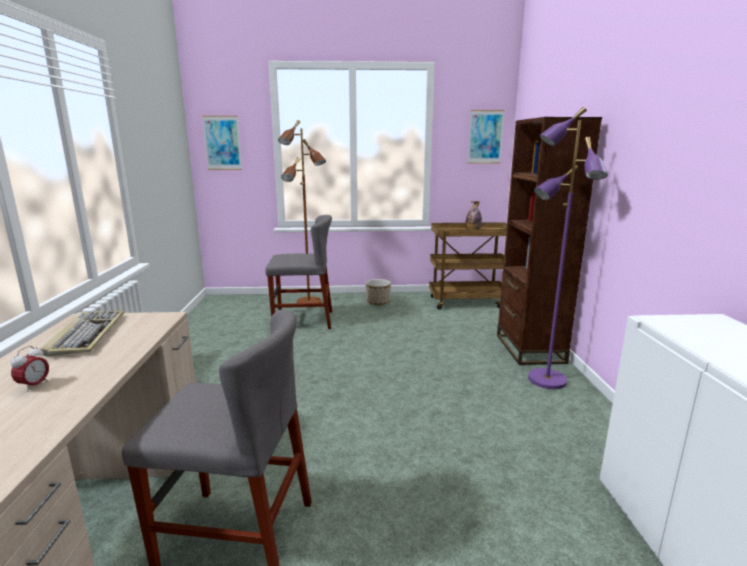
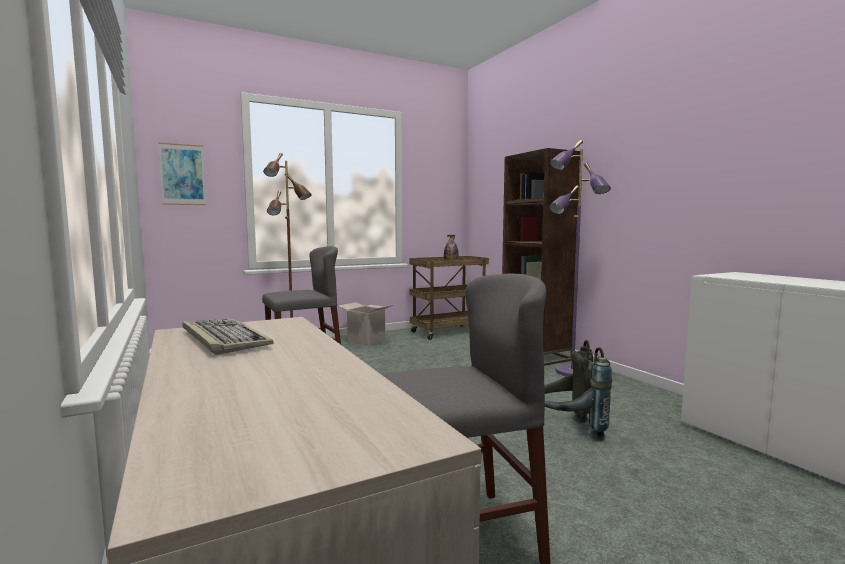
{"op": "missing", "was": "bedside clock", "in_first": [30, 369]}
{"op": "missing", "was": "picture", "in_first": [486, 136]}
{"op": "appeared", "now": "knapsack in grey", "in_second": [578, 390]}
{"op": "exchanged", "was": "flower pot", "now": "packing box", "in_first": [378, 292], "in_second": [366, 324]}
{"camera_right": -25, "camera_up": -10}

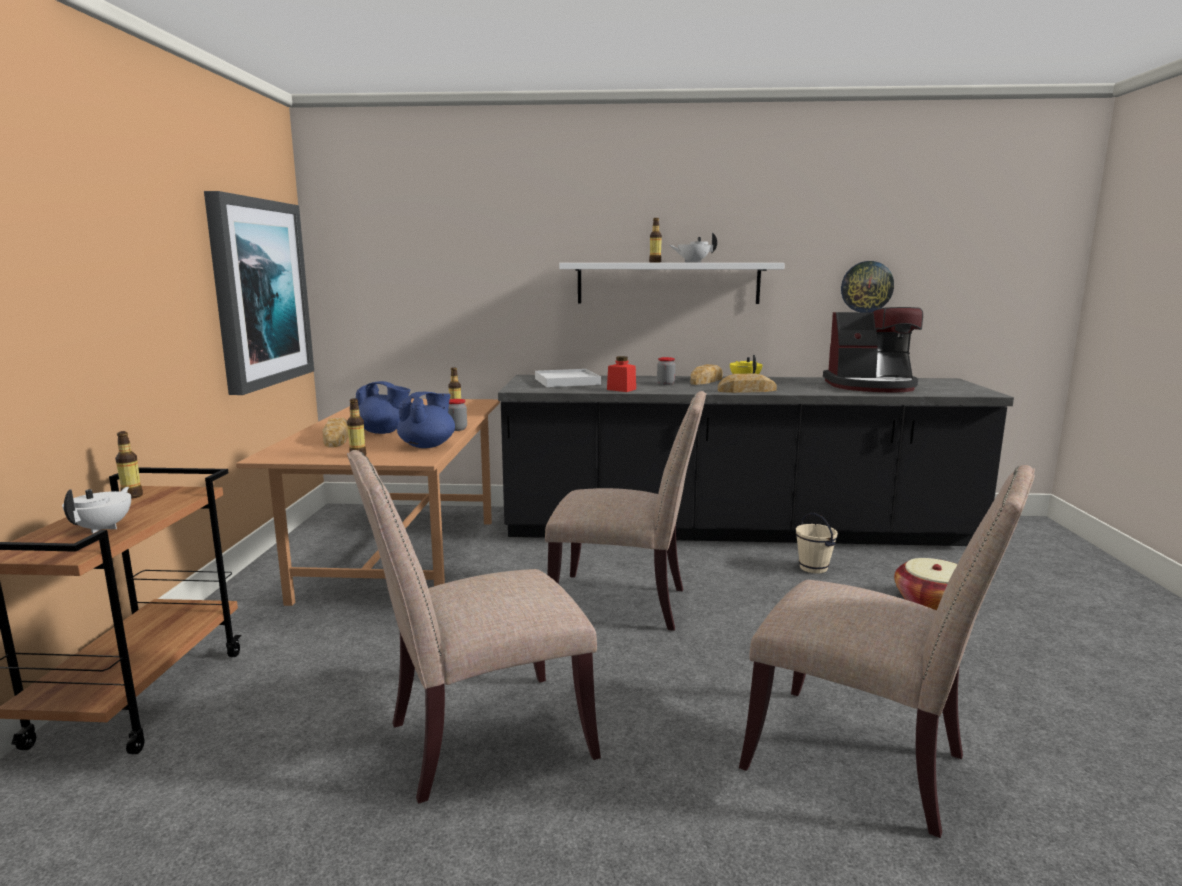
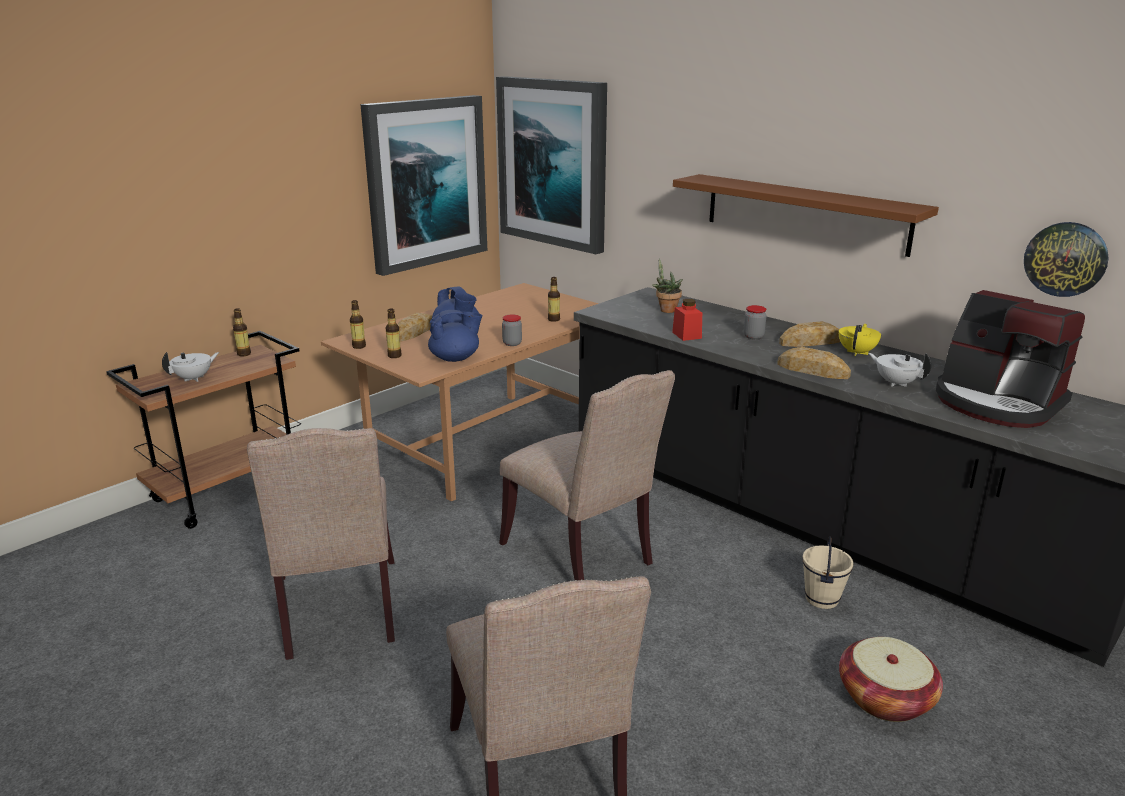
{"op": "appeared", "now": "picture", "in_second": [551, 165]}
{"op": "relocated", "was": "bottle", "in_first": [655, 240], "in_second": [358, 324]}
{"op": "relocated", "was": "tea pot in white-coloured", "in_first": [693, 248], "in_second": [900, 370]}
{"op": "exchanged", "was": "tray in white-coloured", "now": "plant in a pot", "in_first": [568, 378], "in_second": [667, 285]}
{"op": "colour", "was": "shelf in white-coloured", "now": "shelf in brown", "in_first": [672, 283], "in_second": [806, 215]}
{"op": "spun", "was": "plain chair in sand-coloured", "in_first": [474, 627], "in_second": [321, 544], "clockwise": -120}
{"camera_right": 40, "camera_up": 10}

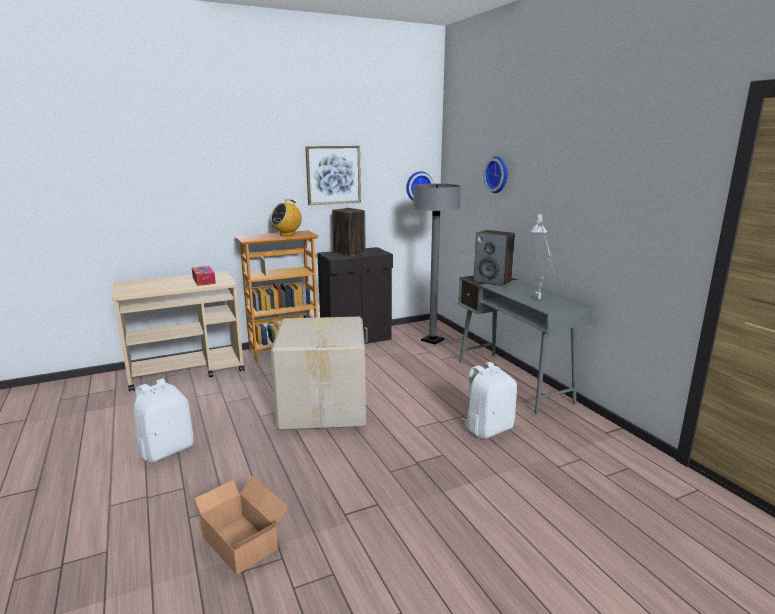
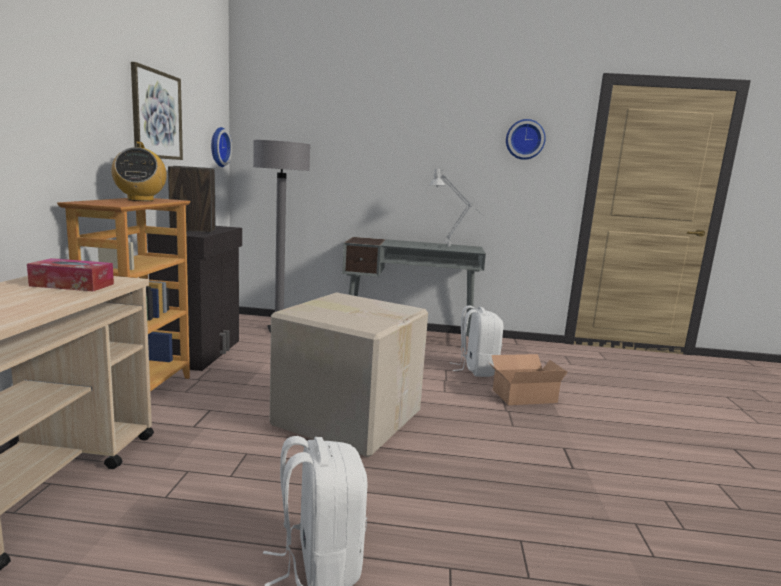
{"op": "missing", "was": "audio speaker", "in_first": [494, 258]}
{"op": "relocated", "was": "packing box", "in_first": [238, 525], "in_second": [528, 379]}
{"op": "relocated", "was": "clock on the wall", "in_first": [495, 174], "in_second": [526, 139]}
{"camera_right": -60, "camera_up": -5}

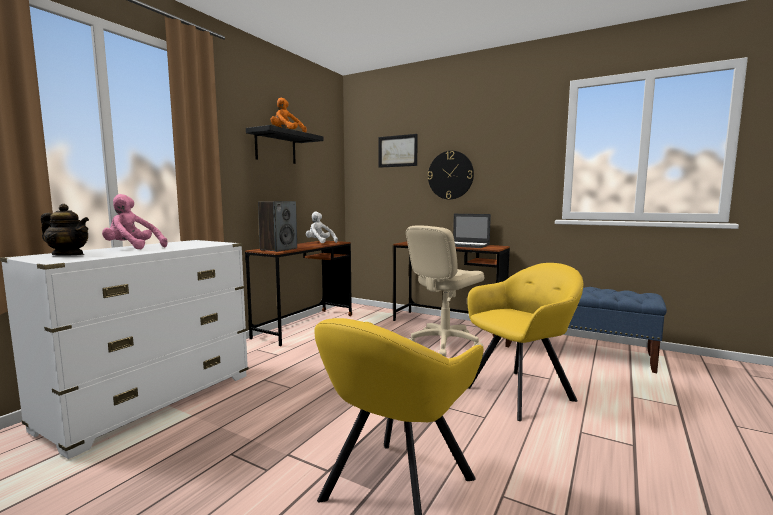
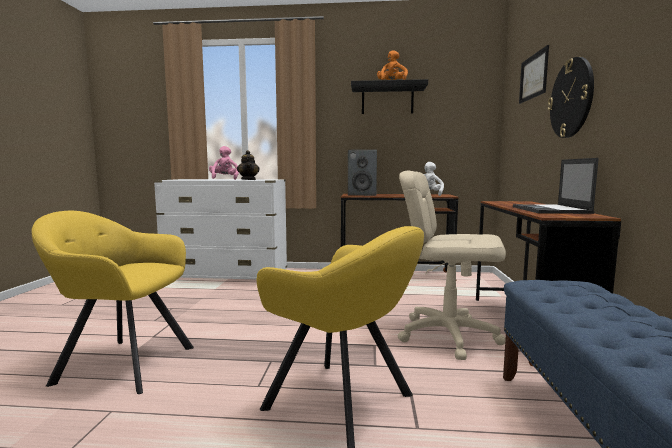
{"op": "relocated", "was": "tea pot", "in_first": [65, 229], "in_second": [248, 165]}
{"camera_right": 65, "camera_up": 0}

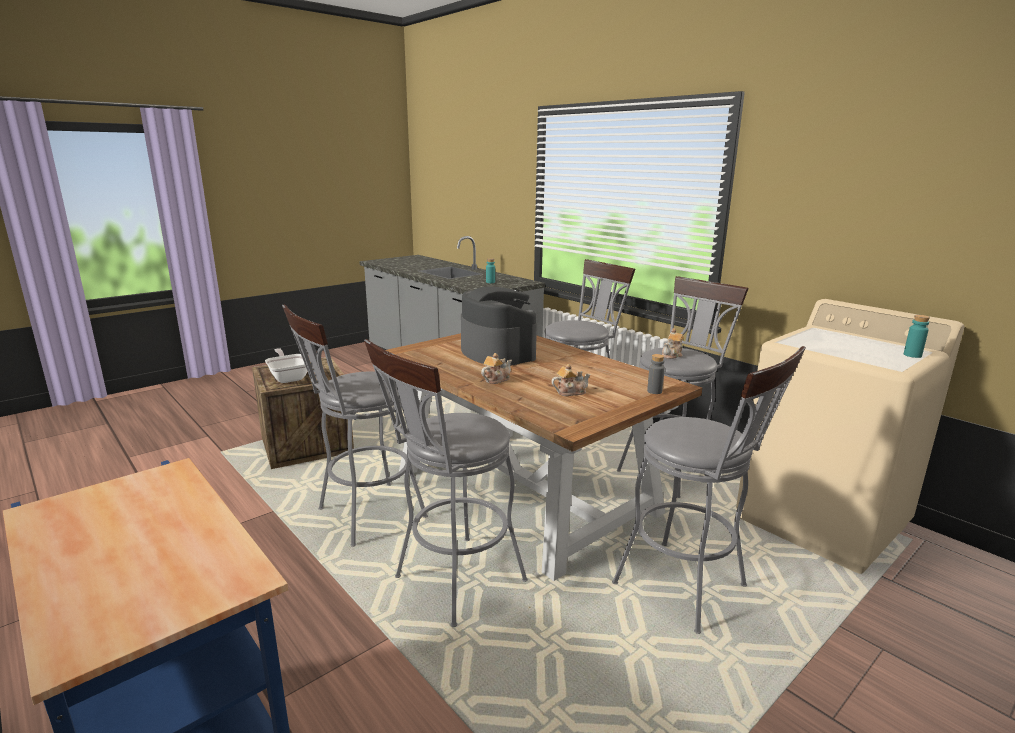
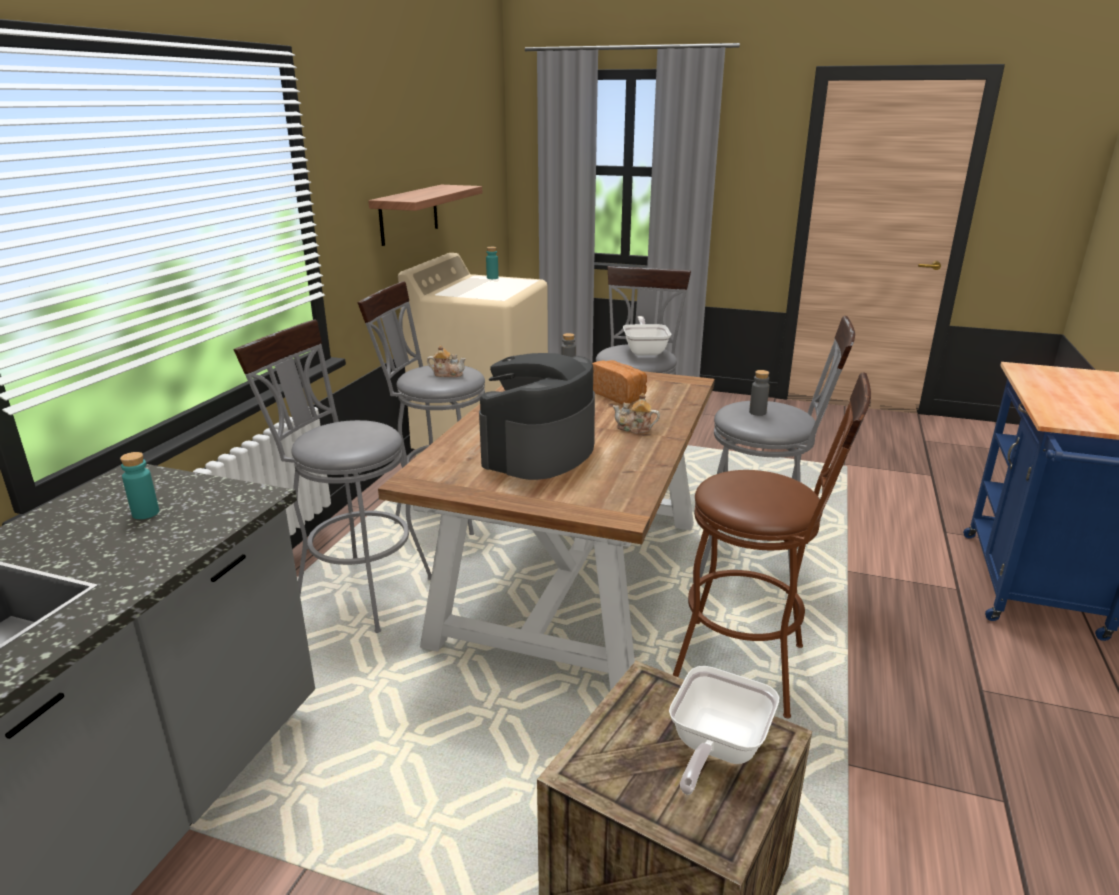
{"op": "appeared", "now": "shelf", "in_second": [425, 215]}
{"op": "appeared", "now": "pan", "in_second": [647, 335]}
{"op": "appeared", "now": "bottle in grey", "in_second": [759, 393]}
{"op": "exchanged", "was": "tea pot", "now": "bread", "in_first": [571, 380], "in_second": [619, 382]}
{"op": "colour", "was": "sitting stool in grey", "now": "sitting stool in brown", "in_first": [355, 426], "in_second": [772, 545]}
{"camera_right": -120, "camera_up": 5}

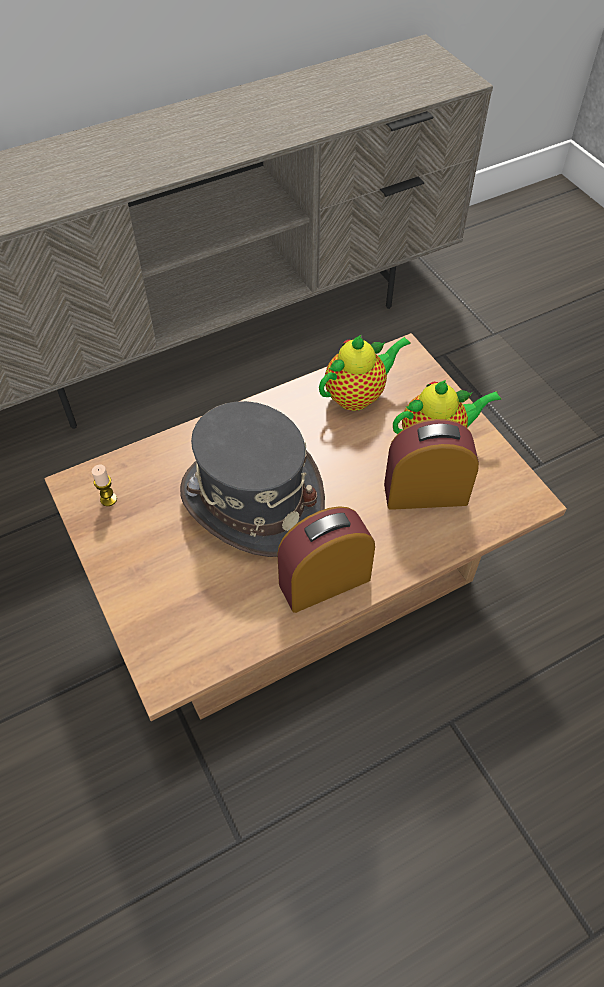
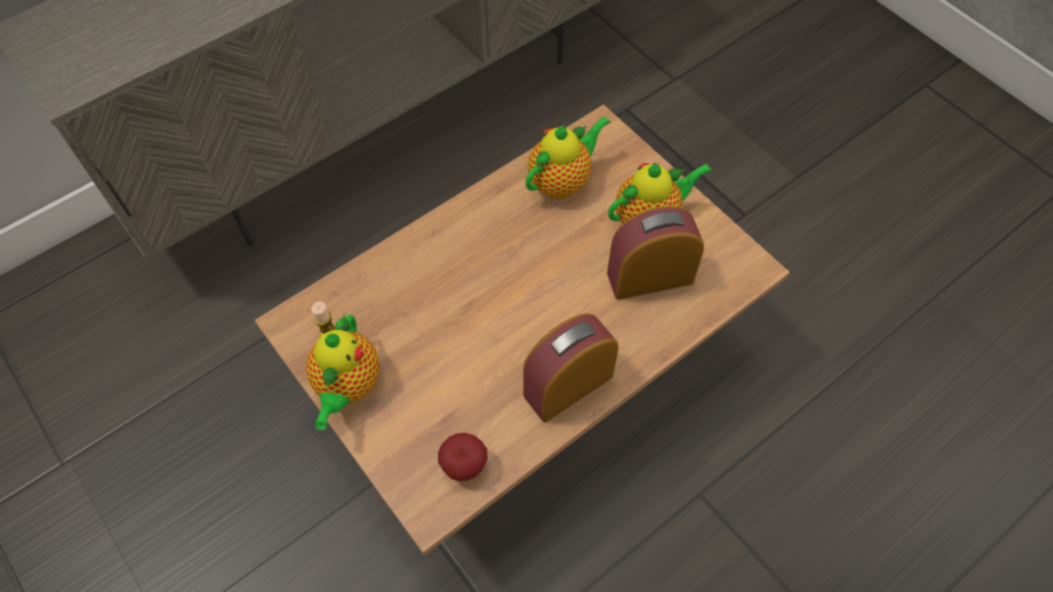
{"op": "missing", "was": "hat in grey", "in_first": [252, 479]}
{"op": "appeared", "now": "tea pot", "in_second": [342, 371]}
{"op": "appeared", "now": "apple", "in_second": [462, 457]}
{"camera_right": -10, "camera_up": 5}

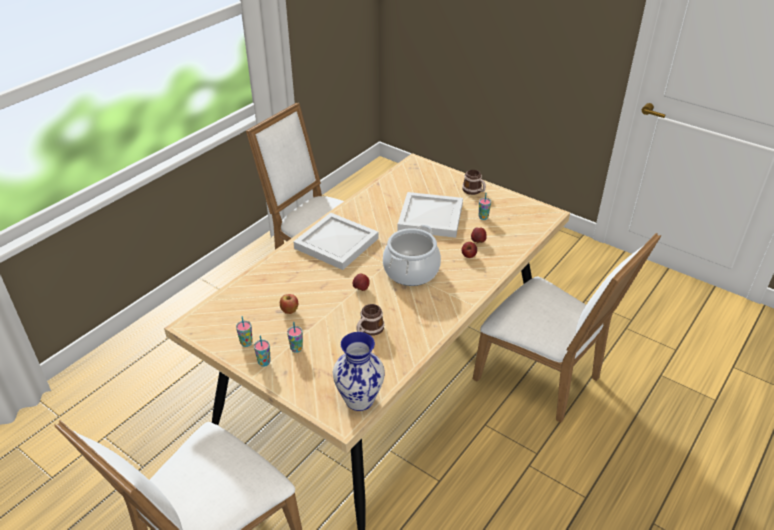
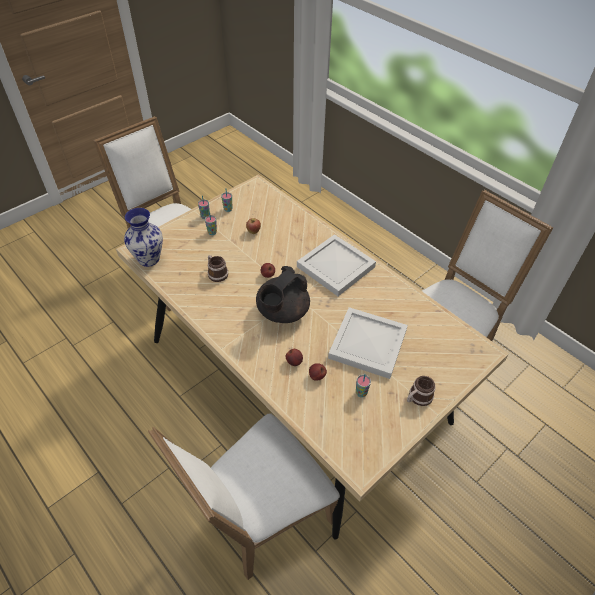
{"op": "exchanged", "was": "saucepot", "now": "tea pot in blackish", "in_first": [412, 255], "in_second": [283, 294]}
{"camera_right": 100, "camera_up": 10}

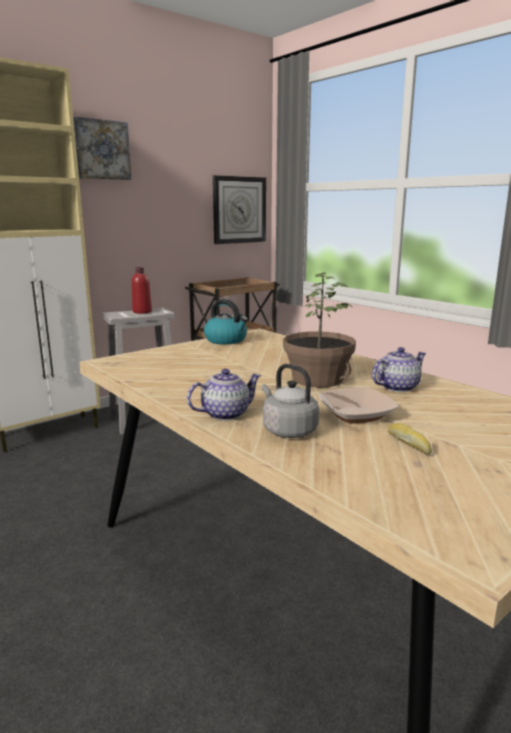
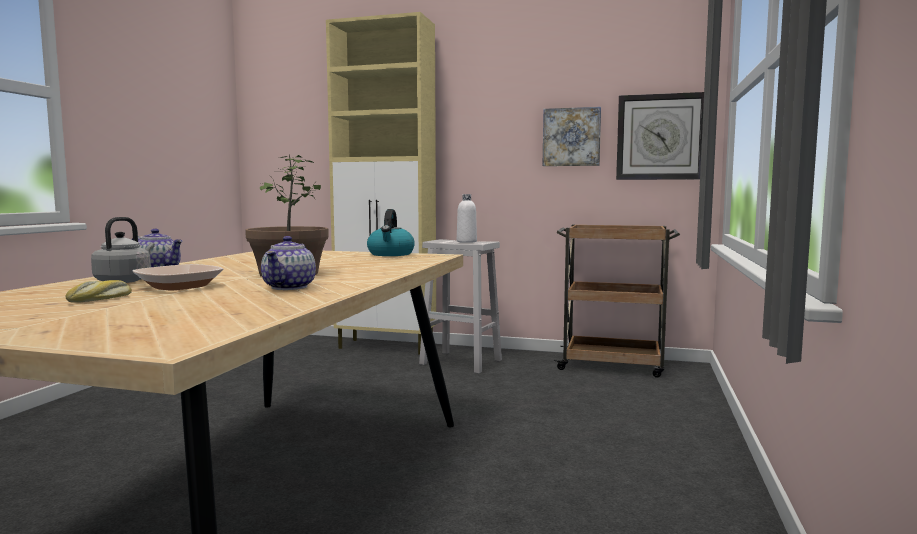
{"op": "relocated", "was": "picture", "in_first": [102, 148], "in_second": [571, 136]}
{"op": "colour", "was": "bottle in reddish", "now": "bottle in white-coloured", "in_first": [142, 290], "in_second": [467, 218]}
{"op": "spun", "was": "tea pot", "in_first": [399, 369], "in_second": [288, 263], "clockwise": 75}
{"camera_right": 55, "camera_up": -10}

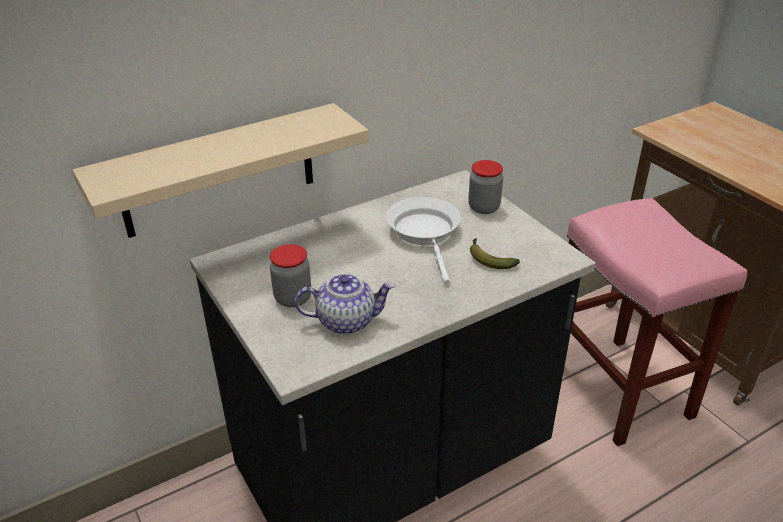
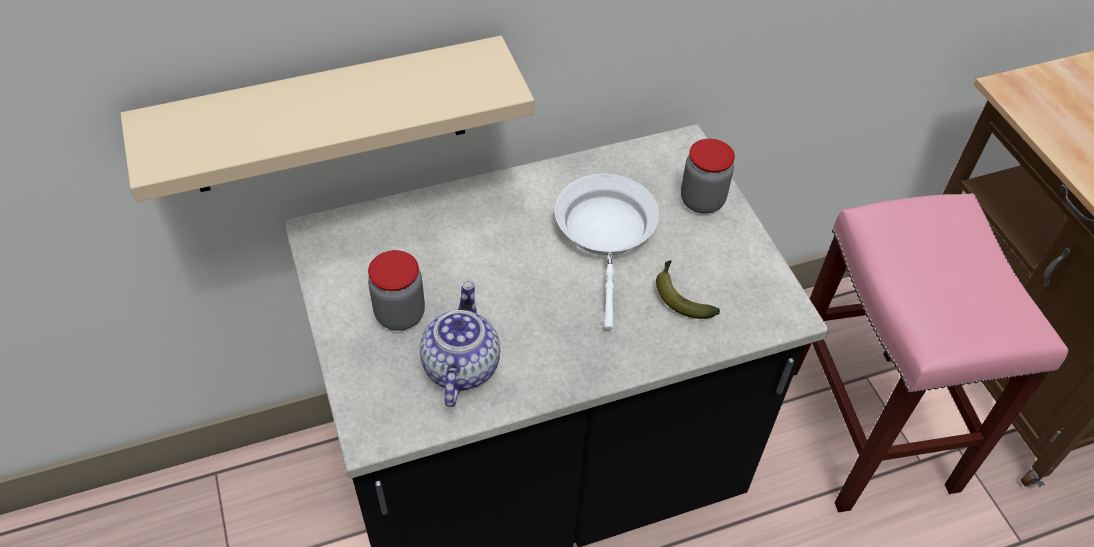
{"op": "spun", "was": "tea pot", "in_first": [345, 303], "in_second": [460, 344], "clockwise": -90}
{"camera_right": 10, "camera_up": 15}

